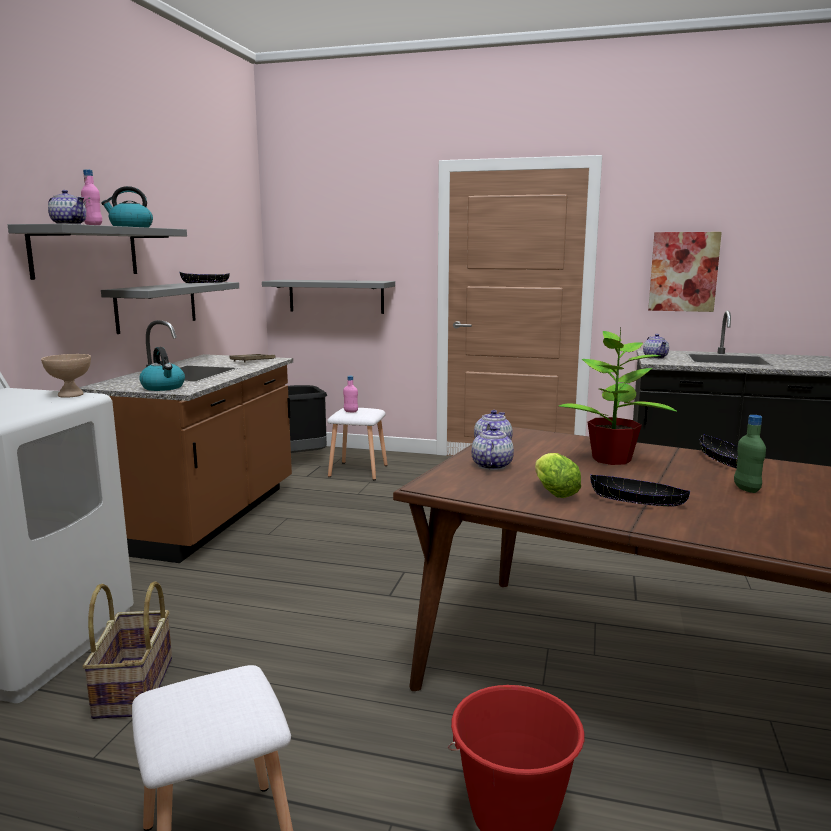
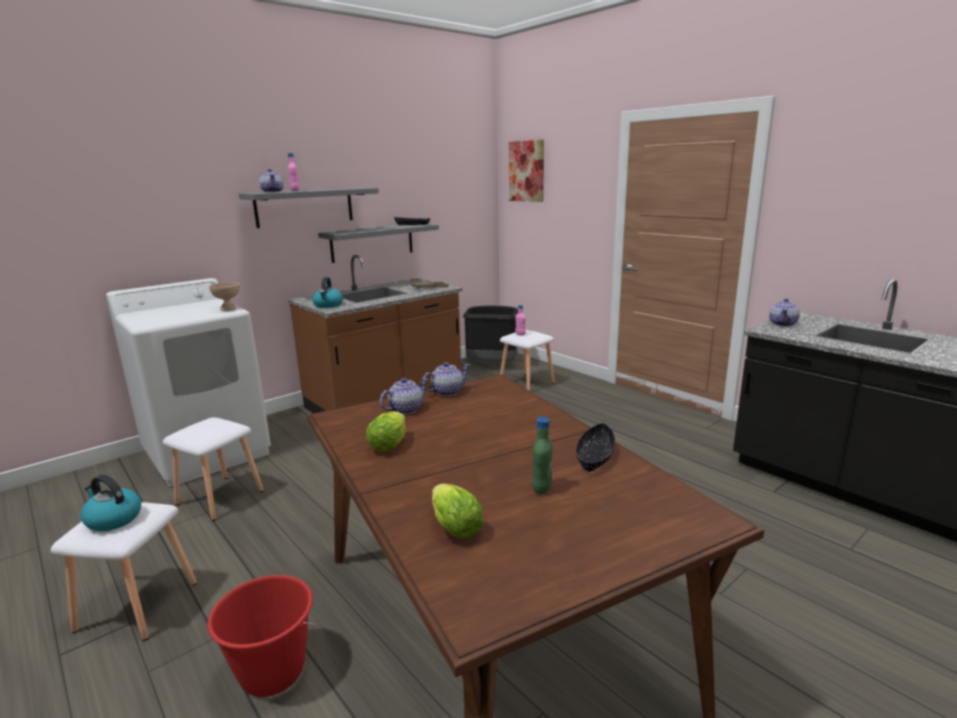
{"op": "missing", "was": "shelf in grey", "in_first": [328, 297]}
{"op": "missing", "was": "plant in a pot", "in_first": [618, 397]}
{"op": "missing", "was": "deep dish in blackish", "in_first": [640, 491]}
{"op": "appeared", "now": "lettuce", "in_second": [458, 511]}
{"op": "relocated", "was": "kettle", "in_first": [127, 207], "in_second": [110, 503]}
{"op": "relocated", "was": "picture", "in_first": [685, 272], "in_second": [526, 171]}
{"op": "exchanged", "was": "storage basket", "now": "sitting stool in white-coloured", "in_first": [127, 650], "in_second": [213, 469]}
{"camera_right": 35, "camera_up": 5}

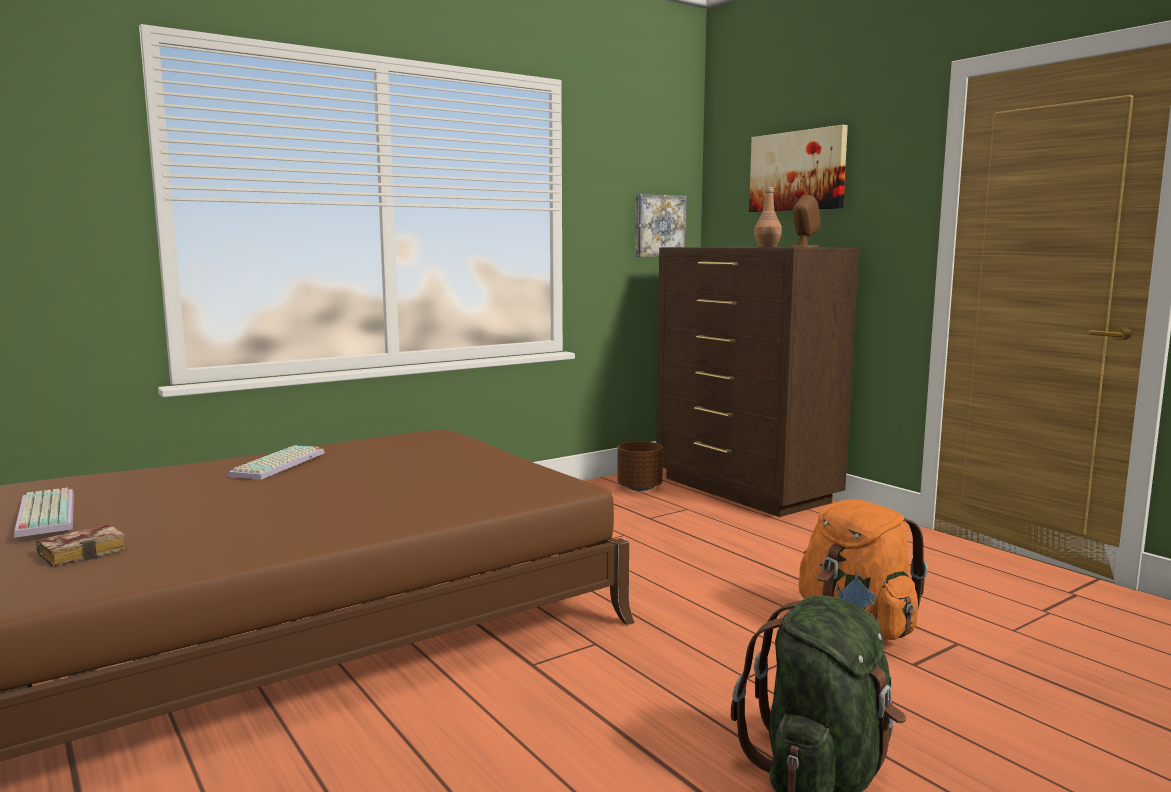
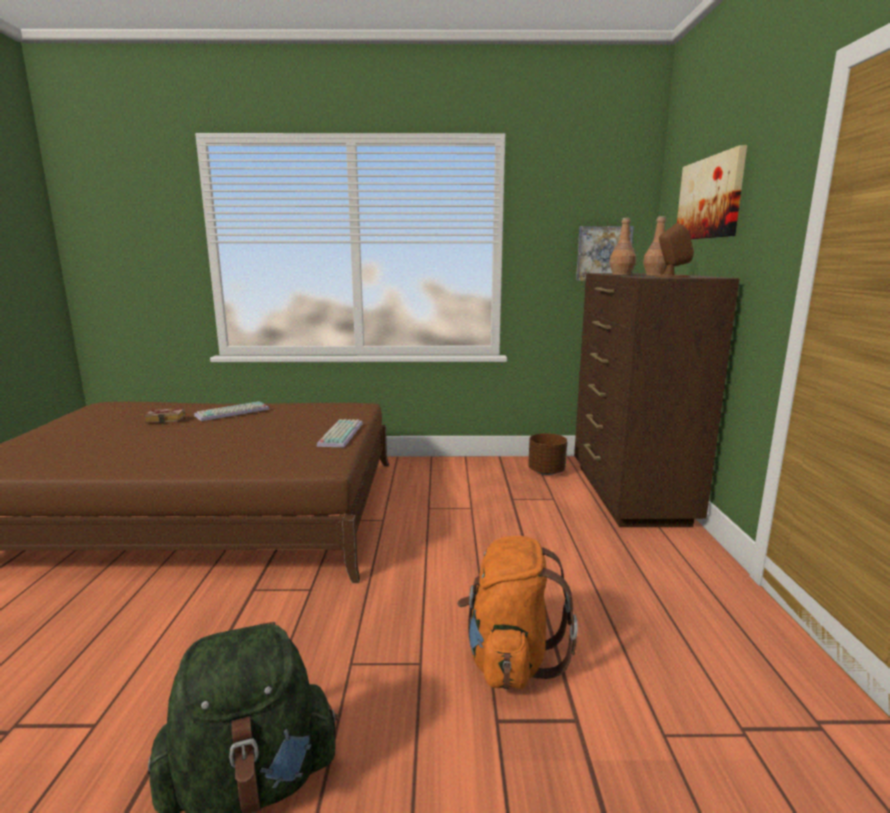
{"op": "appeared", "now": "bottle in brown", "in_second": [623, 246]}
{"op": "relocated", "was": "computer keyboard", "in_first": [44, 513], "in_second": [339, 433]}
{"op": "relocated", "was": "bound book", "in_first": [81, 545], "in_second": [164, 415]}
{"camera_right": 35, "camera_up": 5}

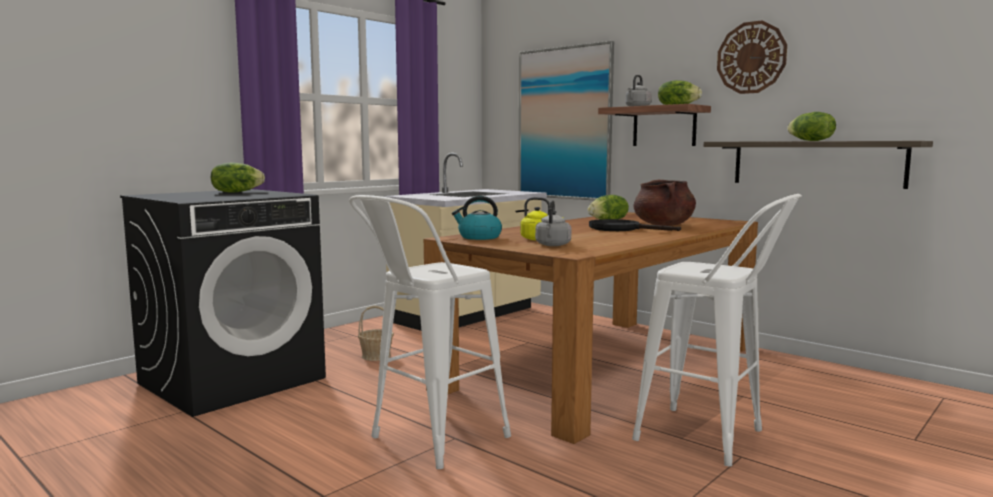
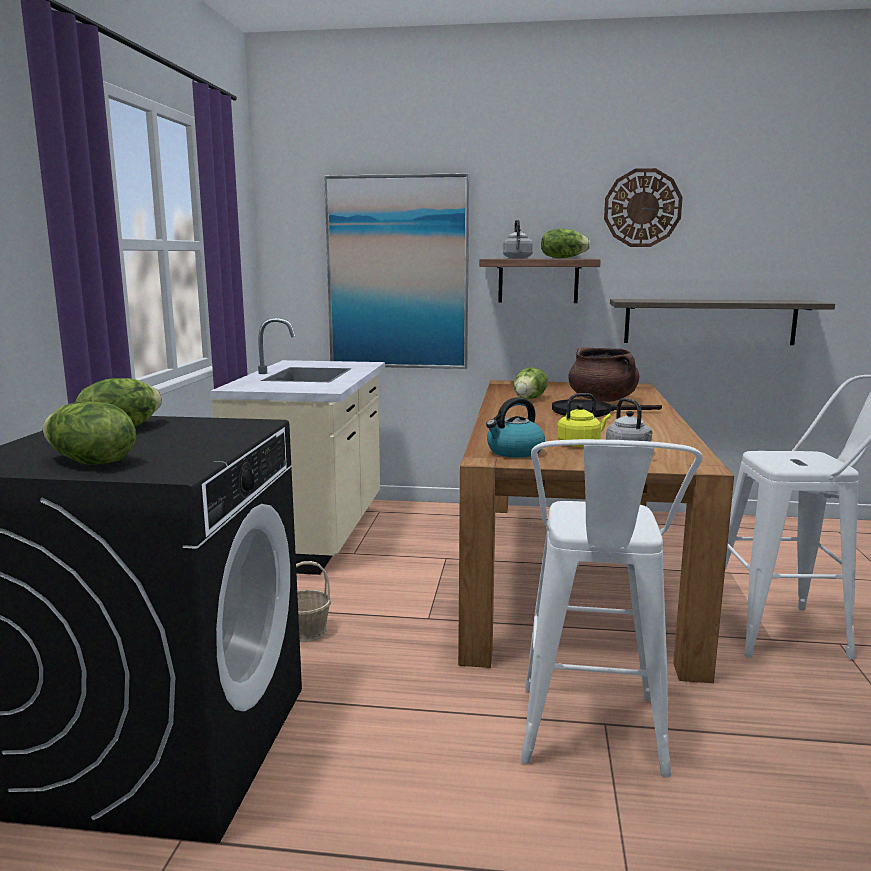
{"op": "relocated", "was": "lettuce", "in_first": [811, 126], "in_second": [89, 433]}
{"camera_right": -35, "camera_up": 5}

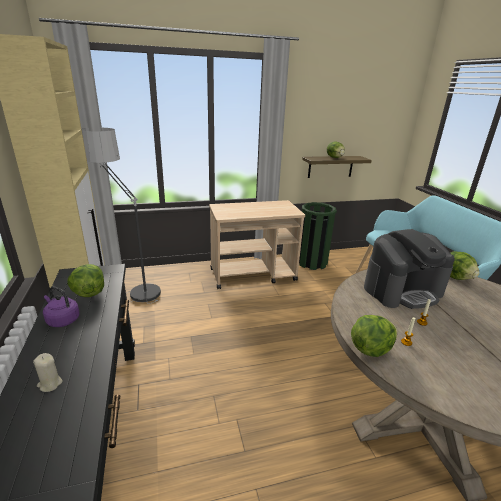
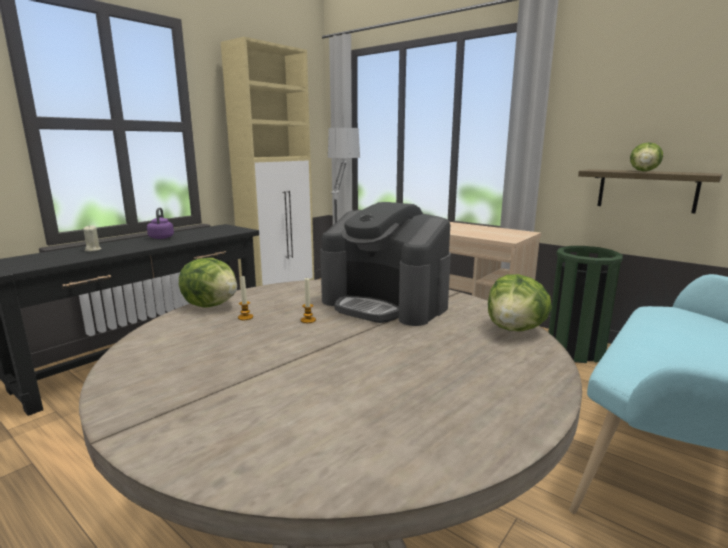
{"op": "missing", "was": "lettuce", "in_first": [85, 280]}
{"camera_right": 55, "camera_up": -10}

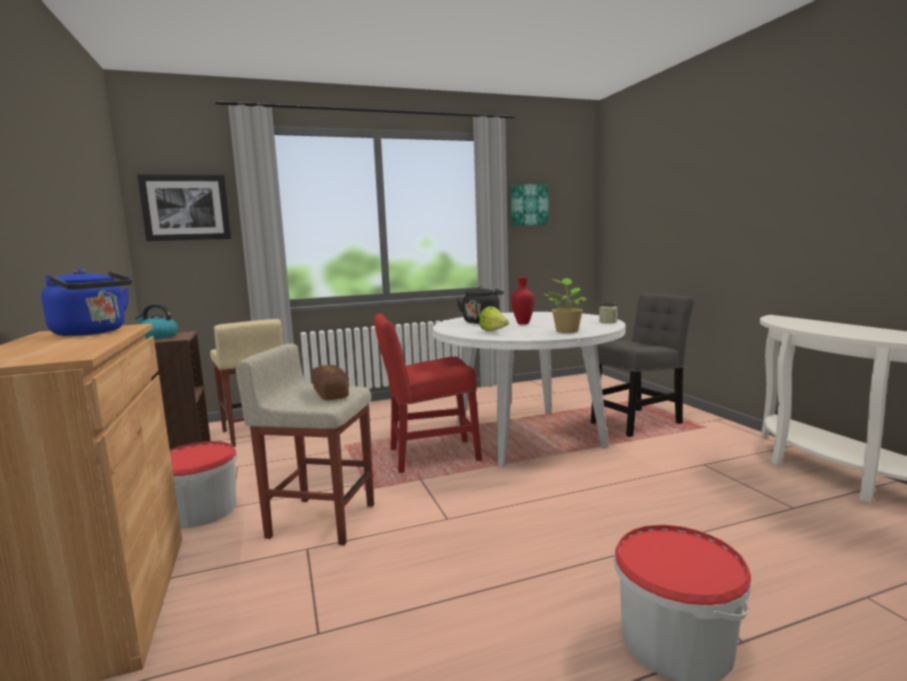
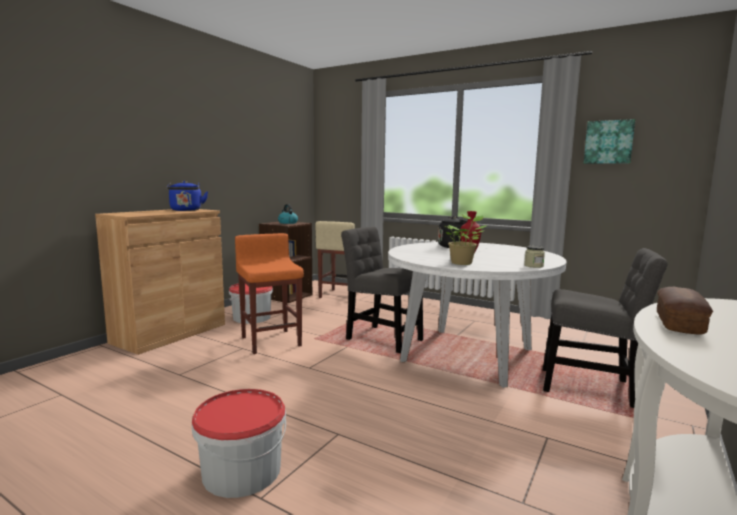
{"op": "missing", "was": "picture", "in_first": [184, 207]}
{"op": "missing", "was": "lettuce", "in_first": [494, 318]}
{"op": "relocated", "was": "bread", "in_first": [330, 382], "in_second": [685, 310]}
{"op": "colour", "was": "sitting stool in sand-coloured", "now": "sitting stool in orangey", "in_first": [305, 444], "in_second": [269, 293]}
{"op": "colour", "was": "plain chair in reddish", "now": "plain chair in grey", "in_first": [428, 393], "in_second": [382, 290]}
{"camera_right": 50, "camera_up": 0}

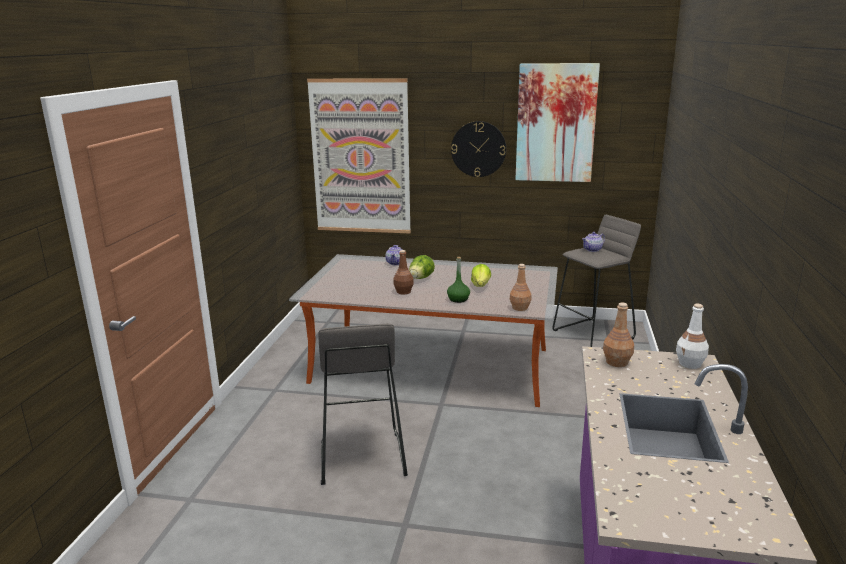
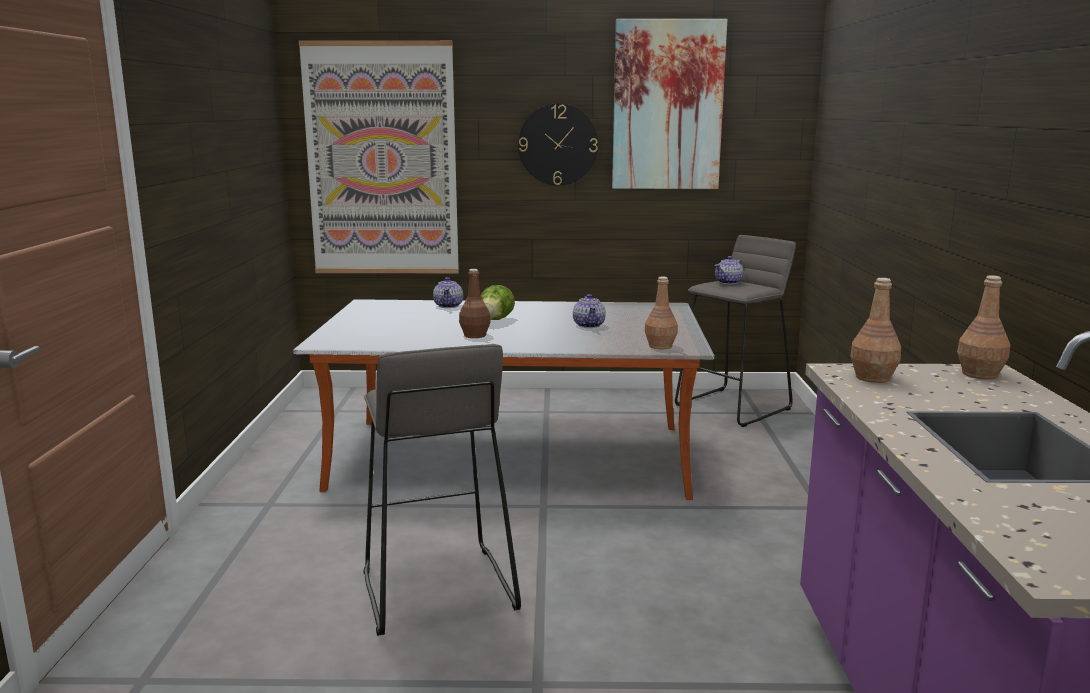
{"op": "missing", "was": "bottle in greenish", "in_first": [458, 280]}
{"op": "exchanged", "was": "lettuce", "now": "tea pot", "in_first": [481, 275], "in_second": [589, 311]}
{"op": "colour", "was": "bottle in white-coloured", "now": "bottle in brown", "in_first": [692, 336], "in_second": [983, 327]}
{"camera_right": -10, "camera_up": -5}

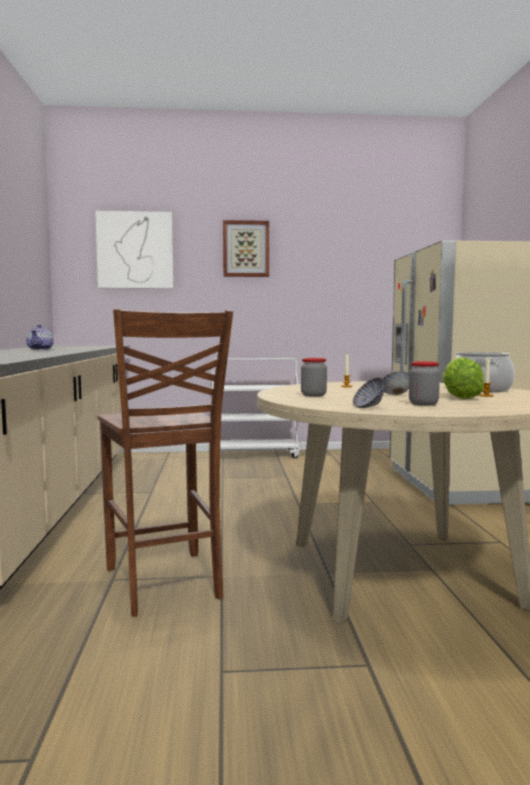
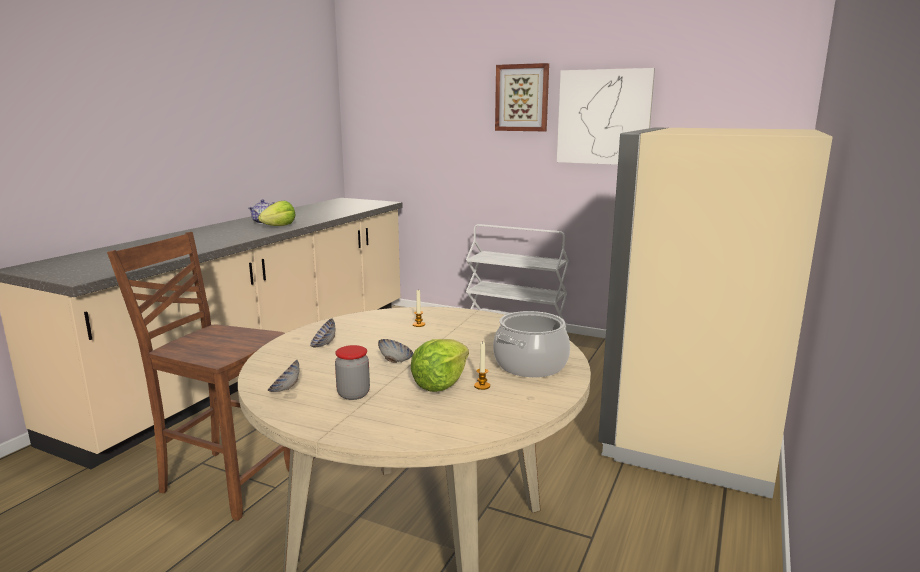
{"op": "appeared", "now": "lettuce", "in_second": [276, 213]}
{"op": "relocated", "was": "picture", "in_first": [134, 250], "in_second": [606, 116]}
{"op": "exchanged", "was": "preserve jar", "now": "deep dish", "in_first": [314, 377], "in_second": [323, 333]}
{"op": "spun", "was": "plain chair in brown", "in_first": [165, 462], "in_second": [198, 376], "clockwise": 105}
{"camera_right": 30, "camera_up": 10}

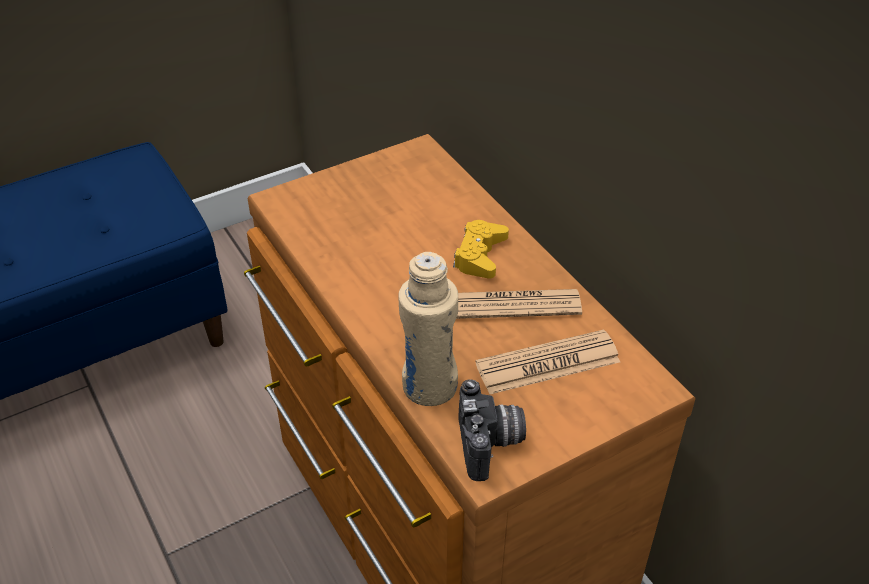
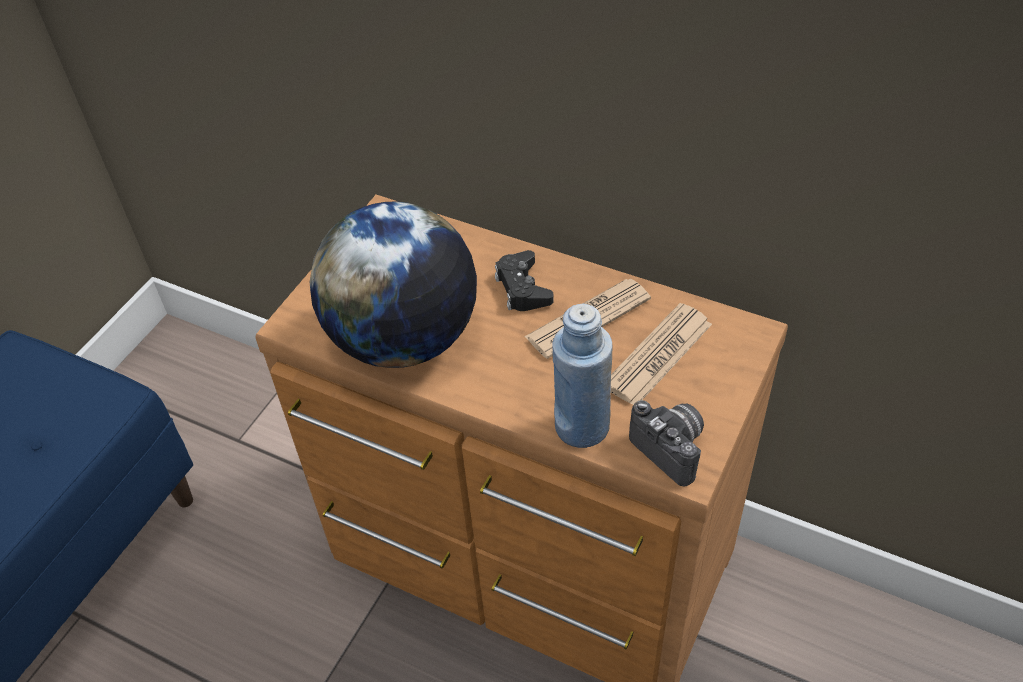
{"op": "appeared", "now": "globe", "in_second": [393, 284]}
{"op": "colour", "was": "bottle in sand-coloured", "now": "bottle in bluish", "in_first": [428, 329], "in_second": [582, 376]}
{"op": "colour", "was": "joypad in yellow", "now": "joypad in blackish", "in_first": [481, 249], "in_second": [524, 280]}
{"camera_right": -30, "camera_up": 5}

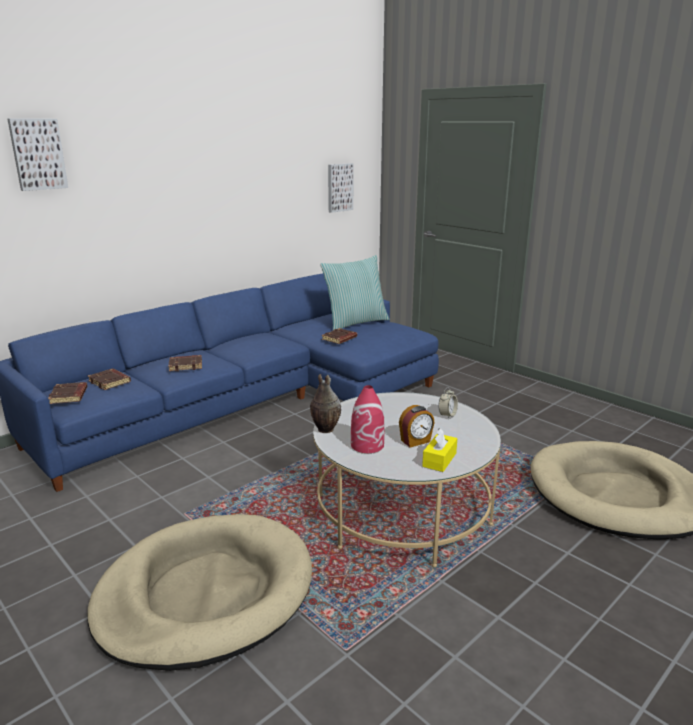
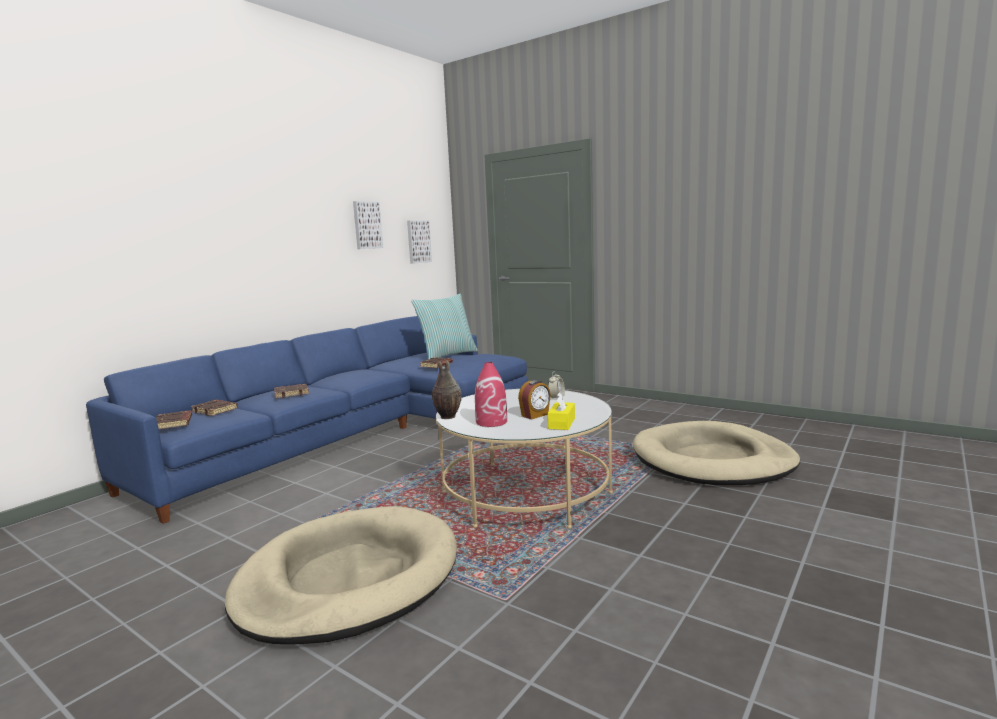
{"op": "relocated", "was": "picture", "in_first": [37, 154], "in_second": [368, 225]}
{"camera_right": -10, "camera_up": -10}

